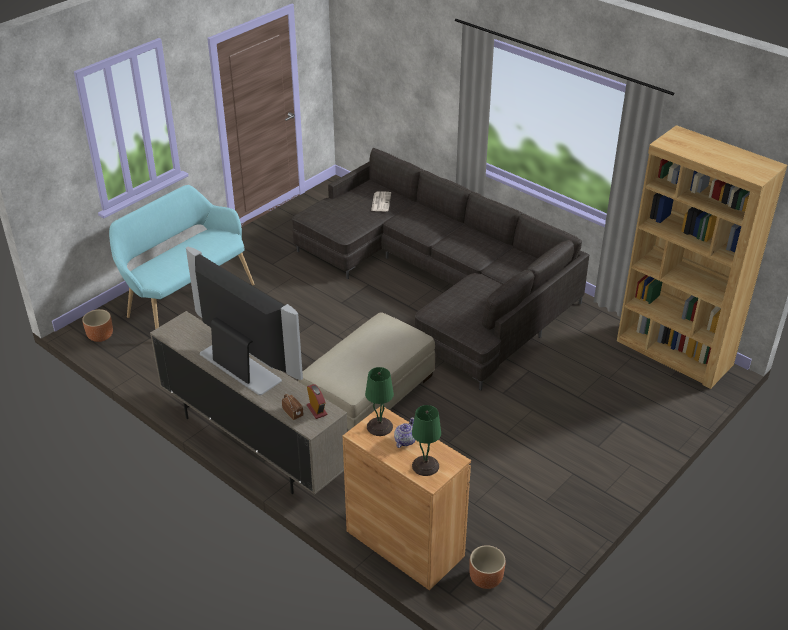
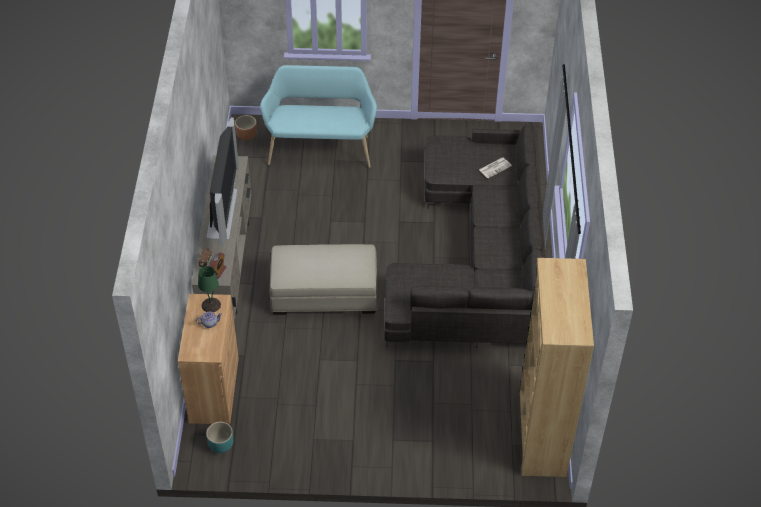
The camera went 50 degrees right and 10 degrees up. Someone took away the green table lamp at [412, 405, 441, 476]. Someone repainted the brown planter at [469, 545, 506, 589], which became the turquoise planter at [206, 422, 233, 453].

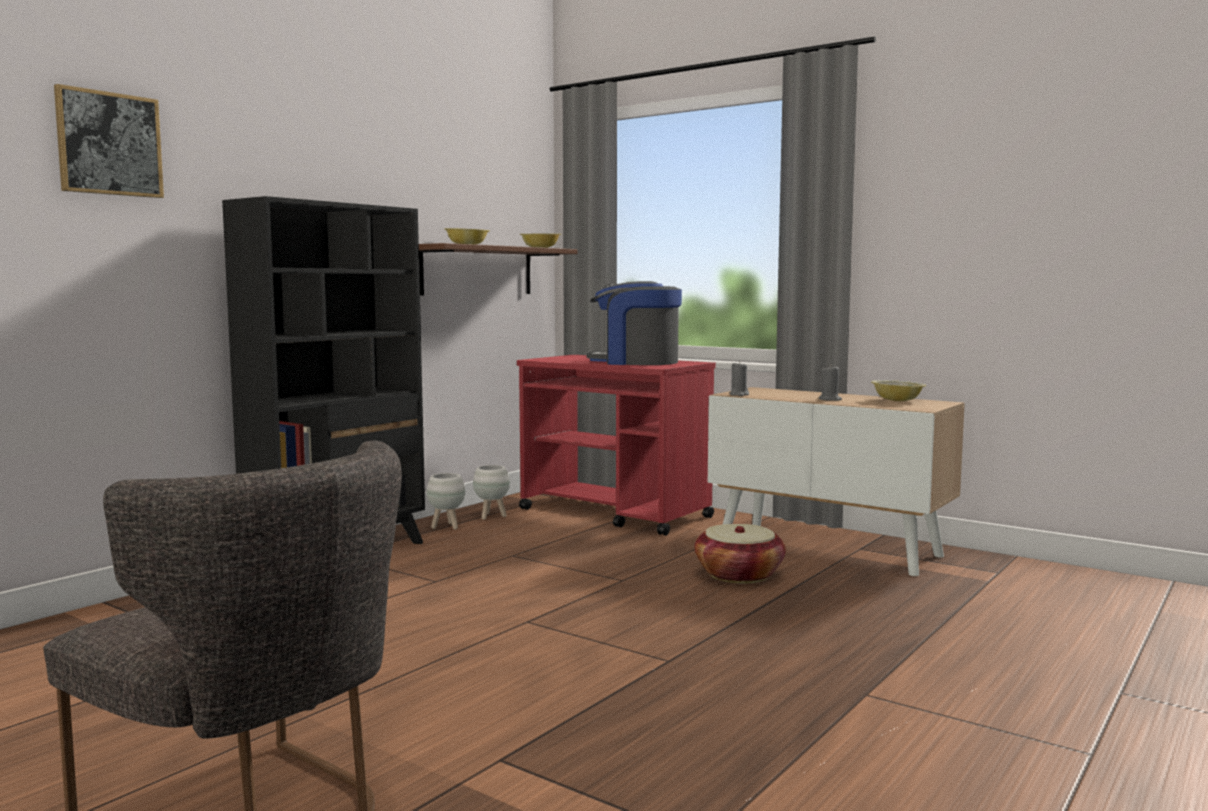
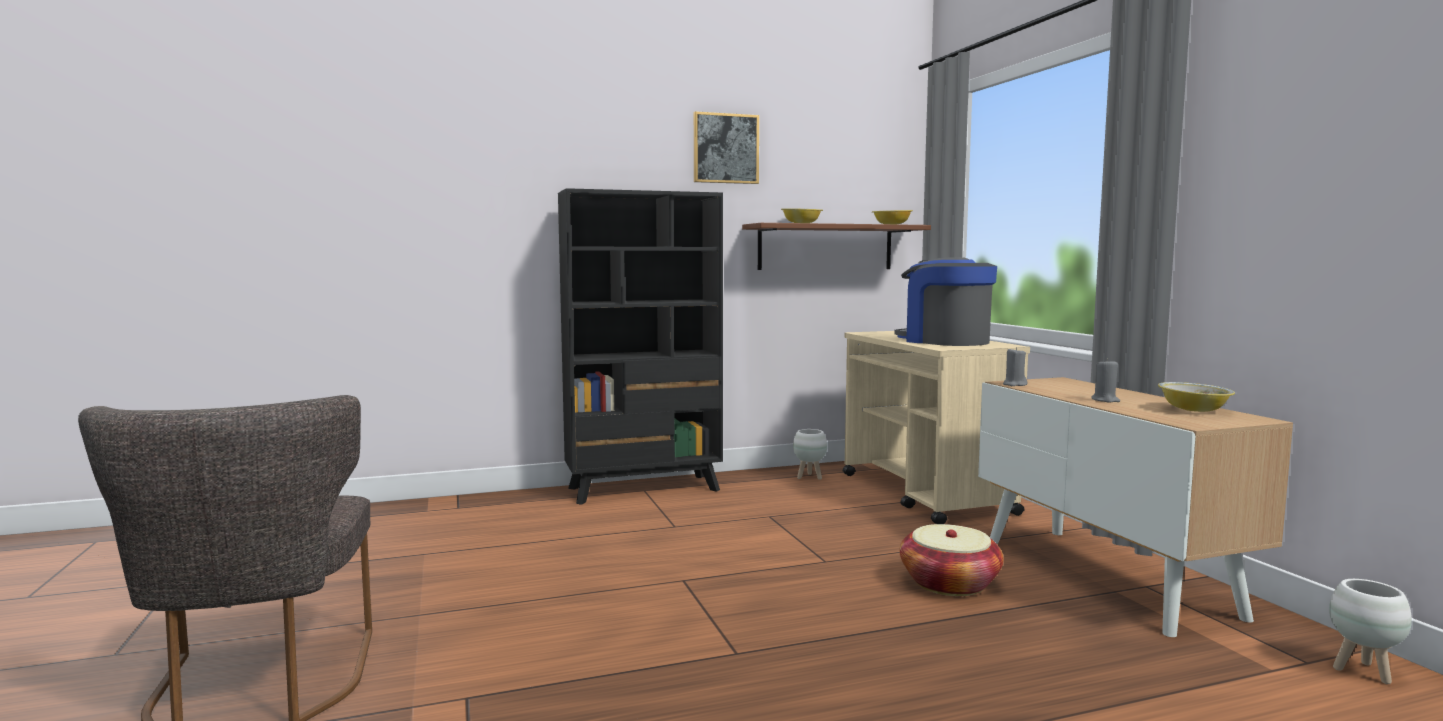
The camera went 35 degrees right and 0 degrees up. Someone carried the picture from [54, 84, 164, 198] to [694, 111, 759, 184]. Someone repainted the red cart at [517, 355, 716, 536], which became the beige cart at [843, 331, 1030, 524]. Someone carried the white planter from [427, 473, 465, 530] to [1329, 579, 1412, 684].

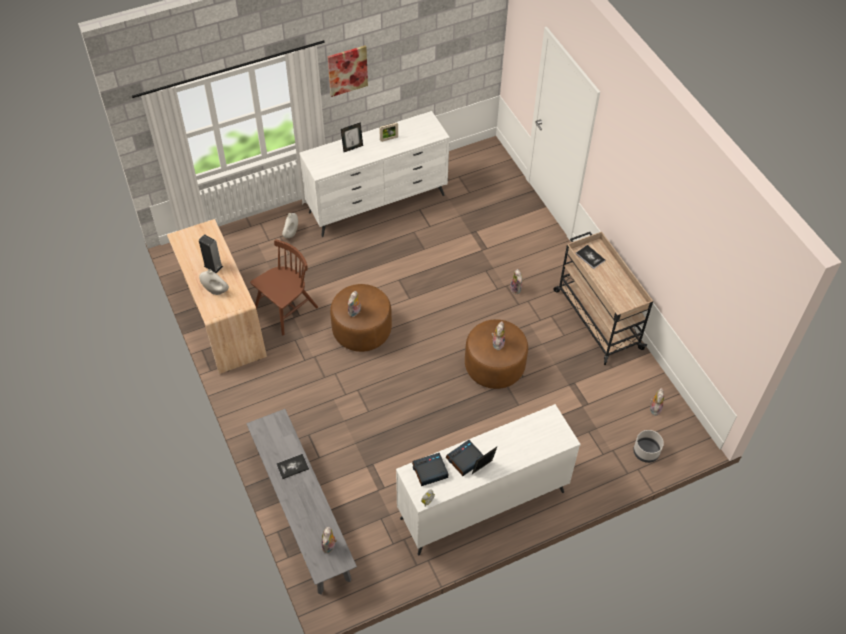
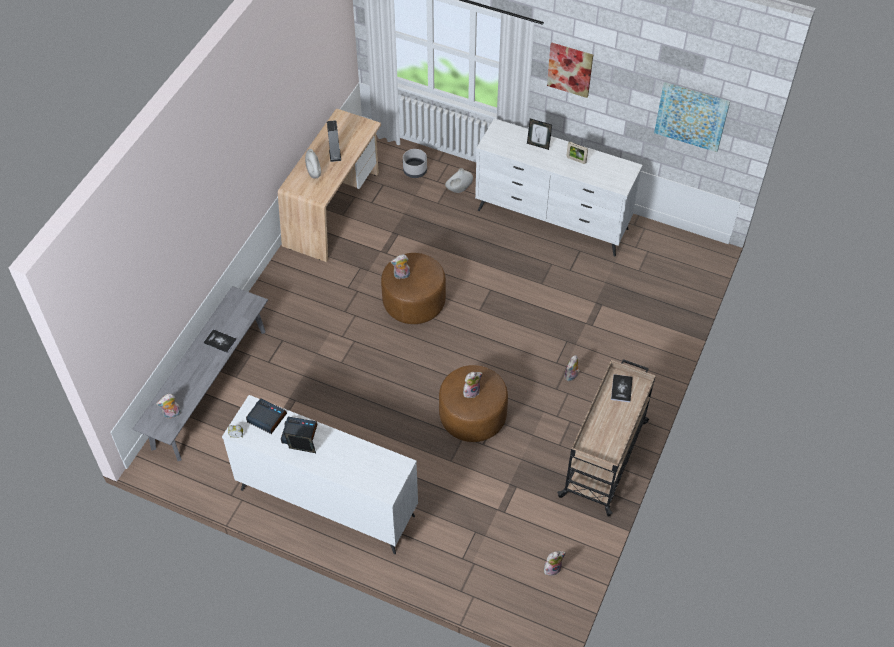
The camera went 50 degrees right and 0 degrees up. Someone took away the brown chair at [250, 239, 318, 335]. Someone carried the grey planter from [633, 430, 664, 463] to [403, 149, 427, 178]. Someone put up the picture at [654, 82, 730, 152].

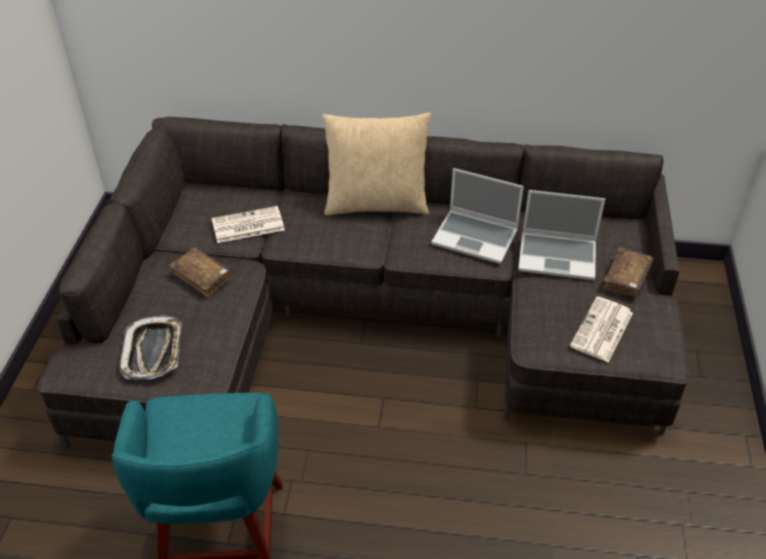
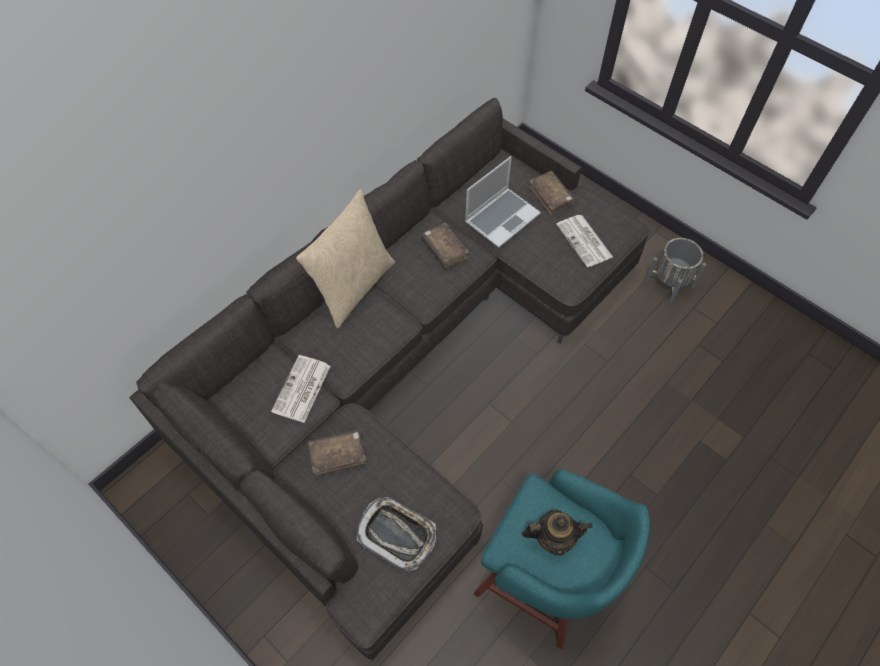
The camera went 55 degrees left and 15 degrees up. Someone swapped the laptop at [431, 168, 524, 264] for the brown book at [421, 223, 469, 268]. Someone put down the grey planter at [644, 238, 706, 305]. Someone put down the teapot at [522, 509, 593, 556].

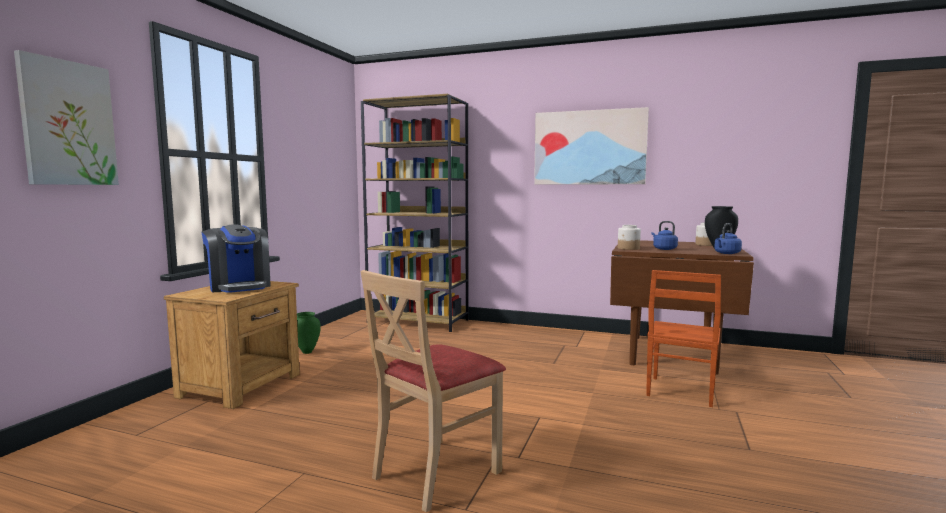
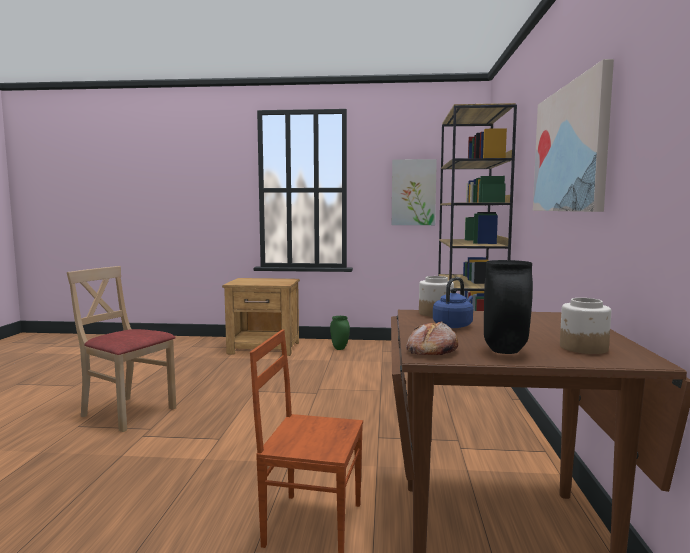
The camera went 75 degrees right and 0 degrees up. Someone carried the picture from [14, 50, 119, 185] to [392, 159, 437, 225]. Someone swapped the blue kettle at [714, 223, 742, 254] for the bread at [406, 321, 458, 355]. Someone took away the coffee machine at [201, 224, 271, 293].

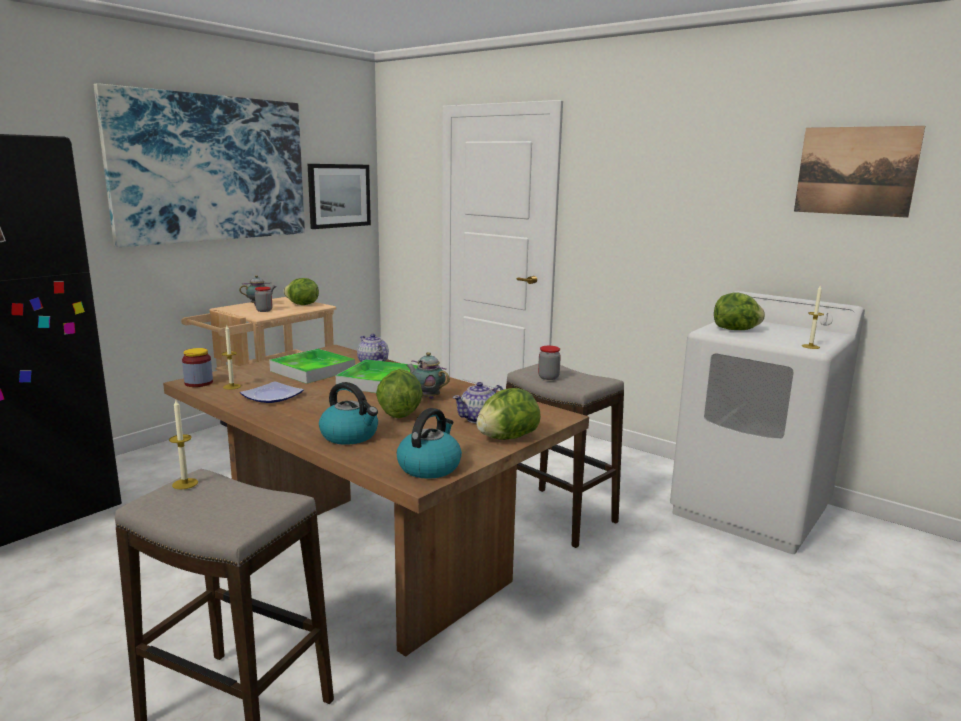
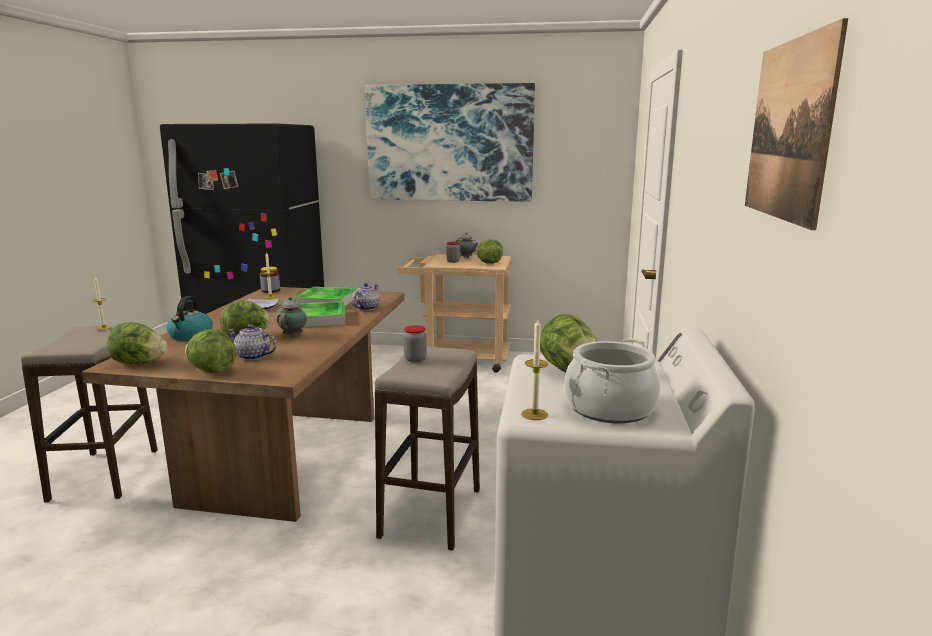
The camera went 60 degrees right and 0 degrees up. Someone took away the picture at [308, 164, 371, 229]. Someone swapped the kettle at [397, 408, 462, 479] for the lettuce at [107, 322, 167, 364]. Someone put down the cooking pot at [564, 338, 661, 423].

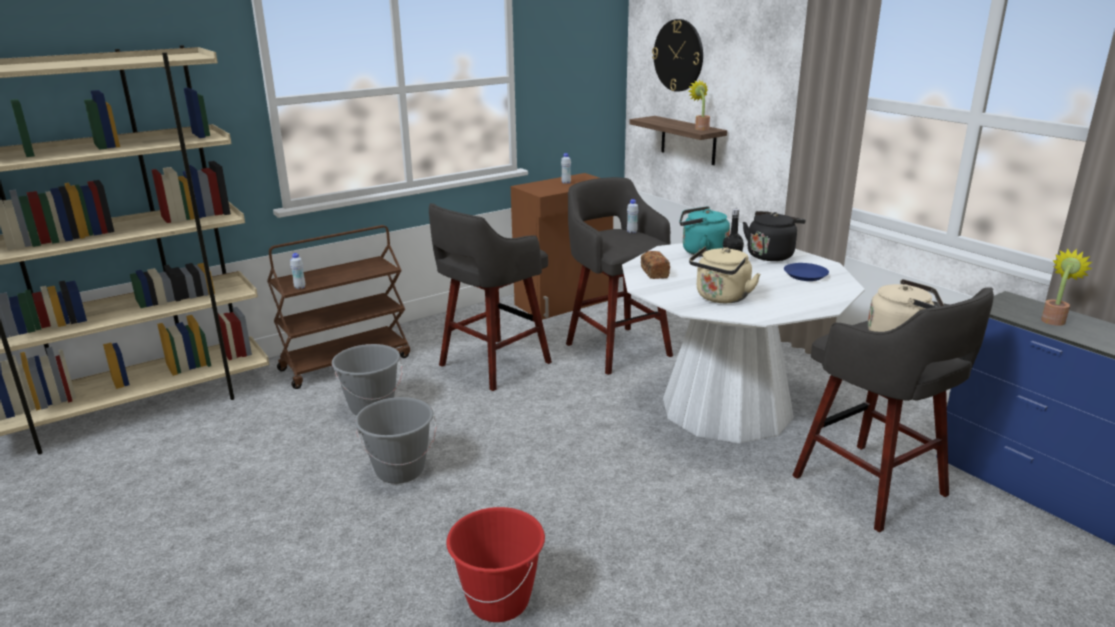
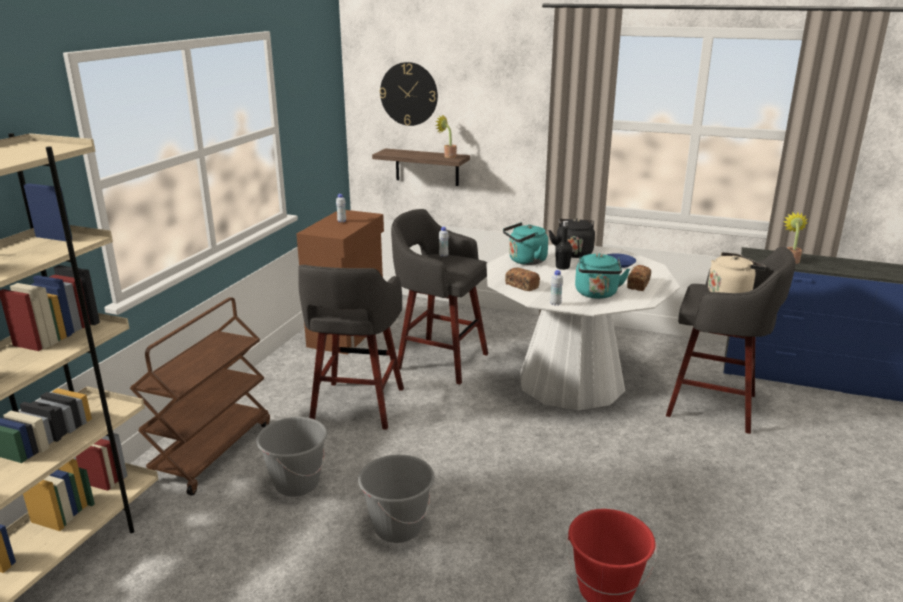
The camera went 35 degrees left and 0 degrees up. Someone repainted the beige kettle at [689, 246, 760, 303], which became the turquoise kettle at [575, 253, 630, 299]. Someone carried the white bottle from [290, 253, 305, 289] to [550, 270, 563, 306]. Someone put down the bread at [627, 265, 651, 291].

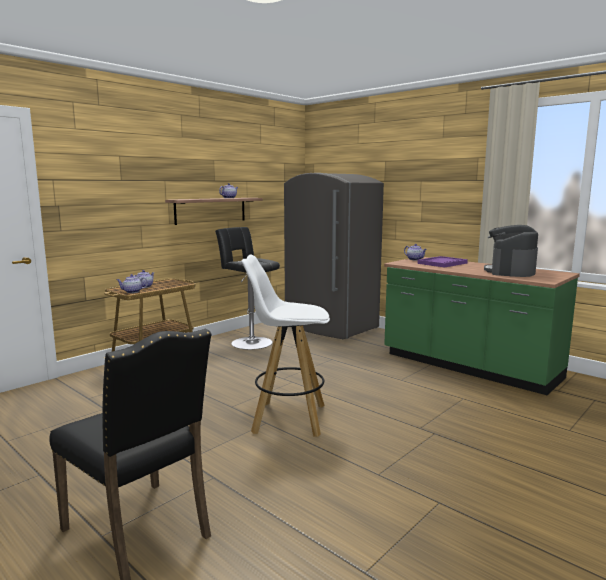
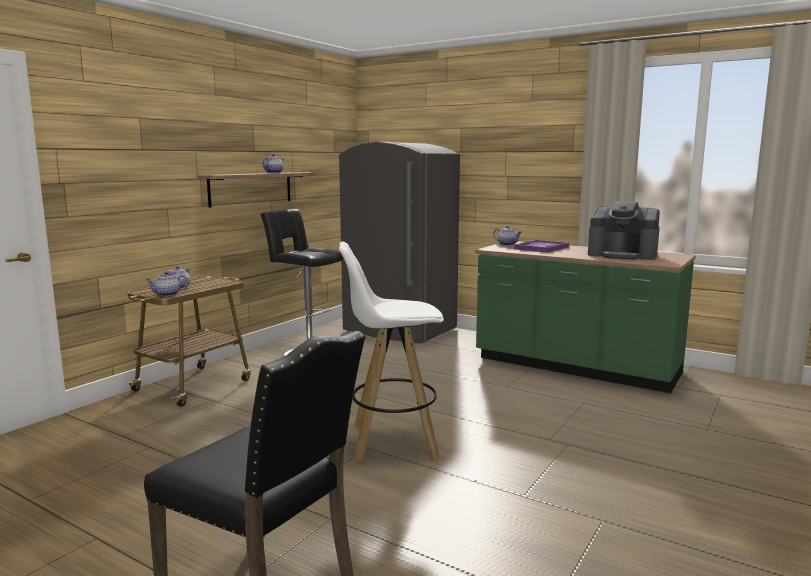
The camera went 10 degrees left and 0 degrees up. Someone rotated the coffee machine at [484, 225, 538, 277] by 75 degrees counterclockwise.

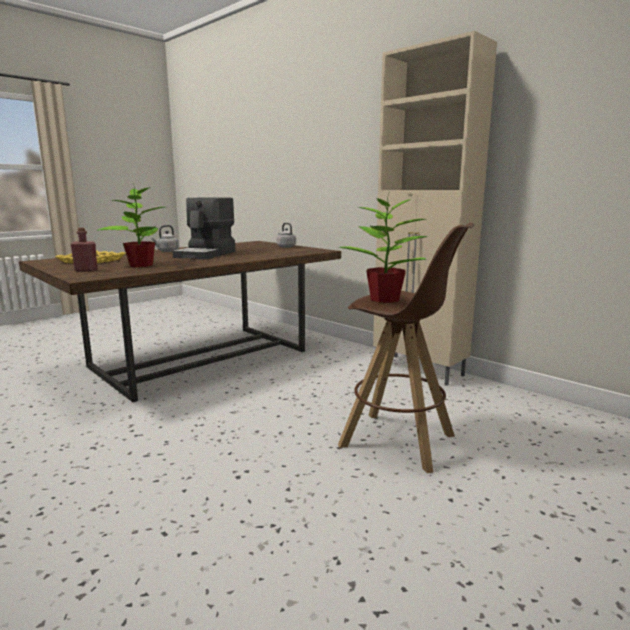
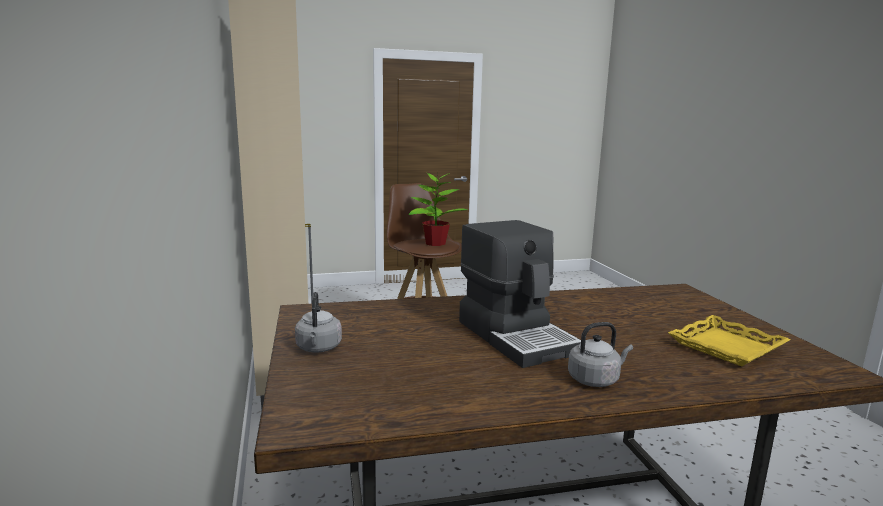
The camera went 150 degrees left and 0 degrees up. Someone took away the potted plant at [96, 183, 164, 267]. Someone rotated the coffee machine at [172, 197, 235, 259] by 105 degrees clockwise. Someone took away the red bottle at [70, 227, 98, 272].

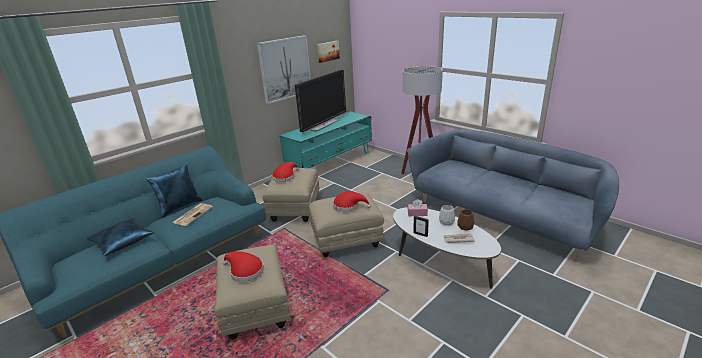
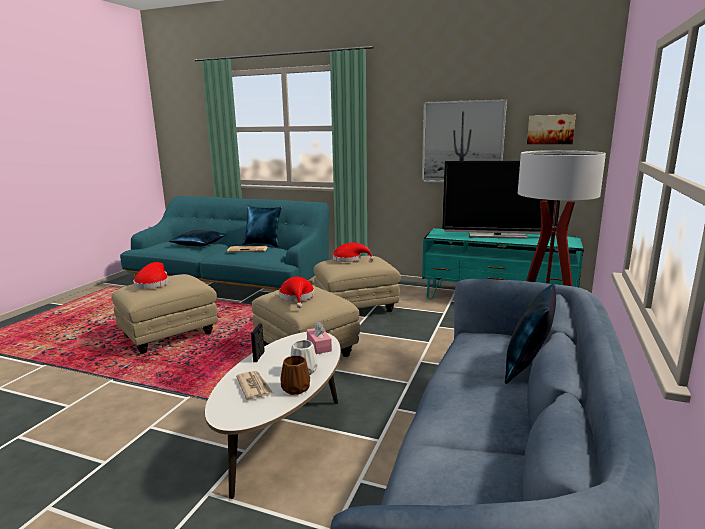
The camera went 65 degrees right and 10 degrees down. Someone put down the blue pillow at [505, 284, 556, 384].

